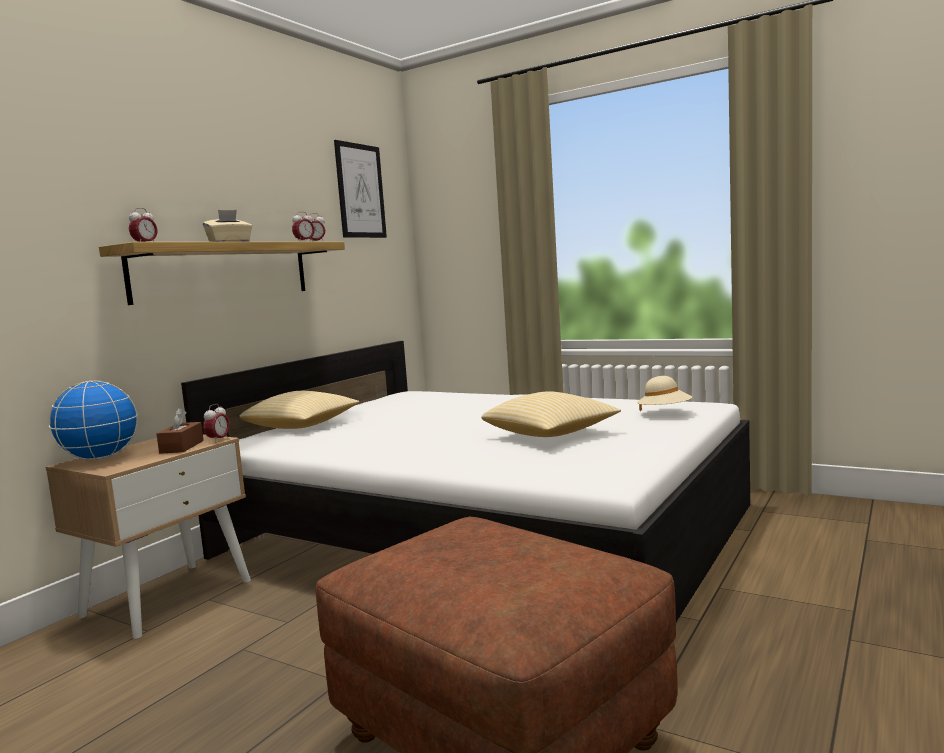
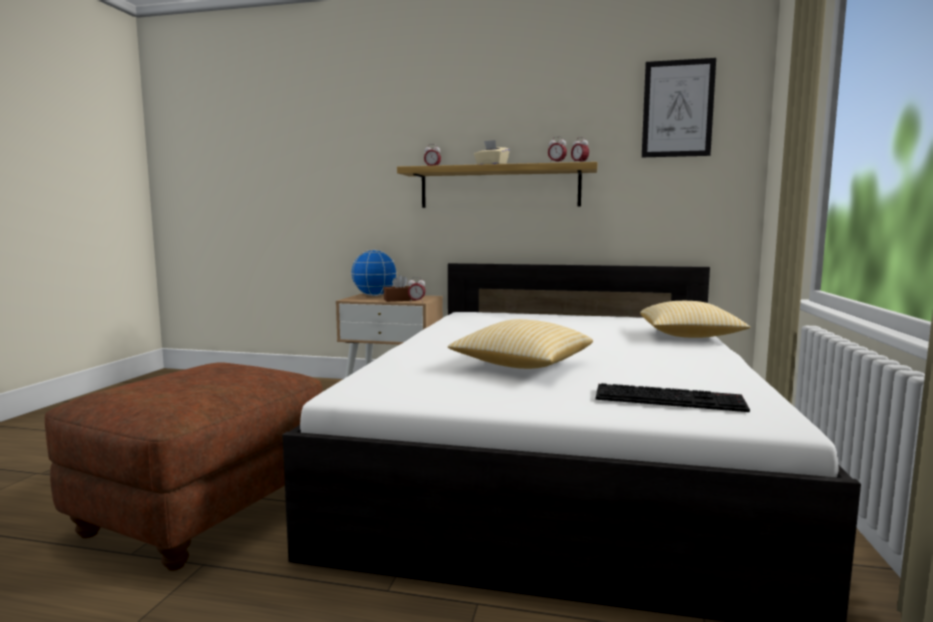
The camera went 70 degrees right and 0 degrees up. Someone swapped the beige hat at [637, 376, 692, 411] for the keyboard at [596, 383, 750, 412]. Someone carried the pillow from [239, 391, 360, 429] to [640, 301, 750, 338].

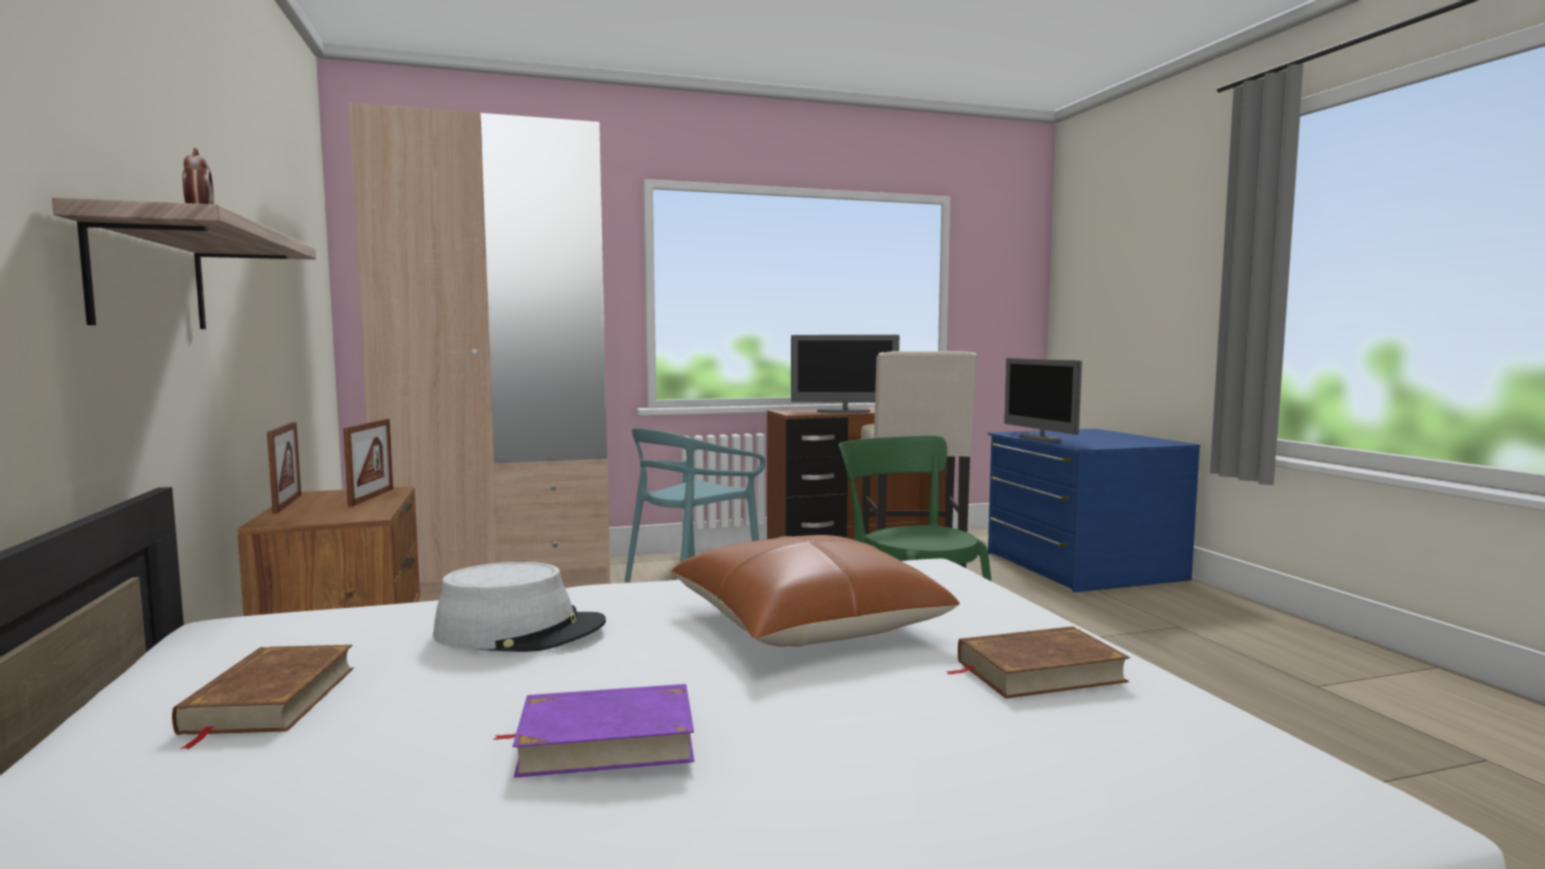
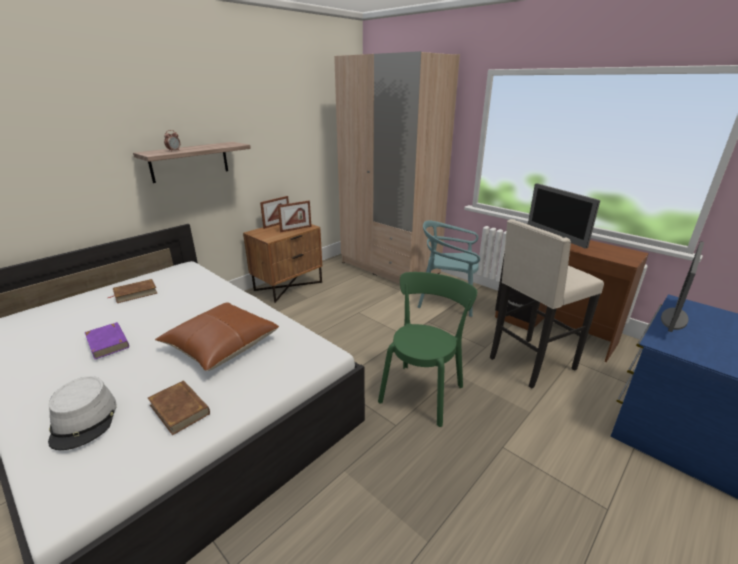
The camera went 60 degrees right and 20 degrees up. Someone carried the grey hat from [433, 562, 606, 652] to [48, 376, 117, 450].

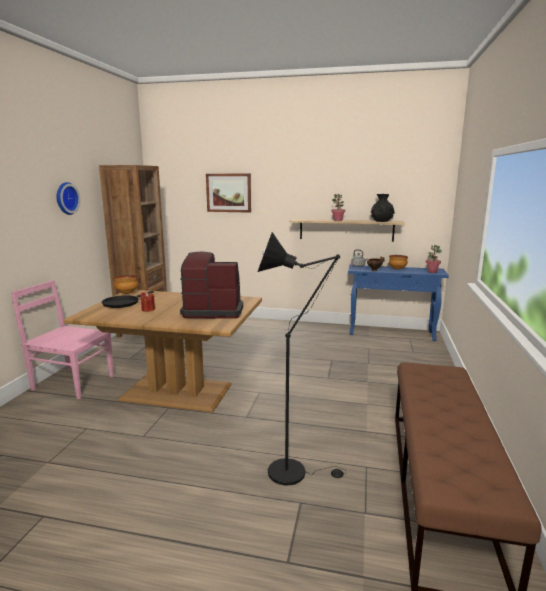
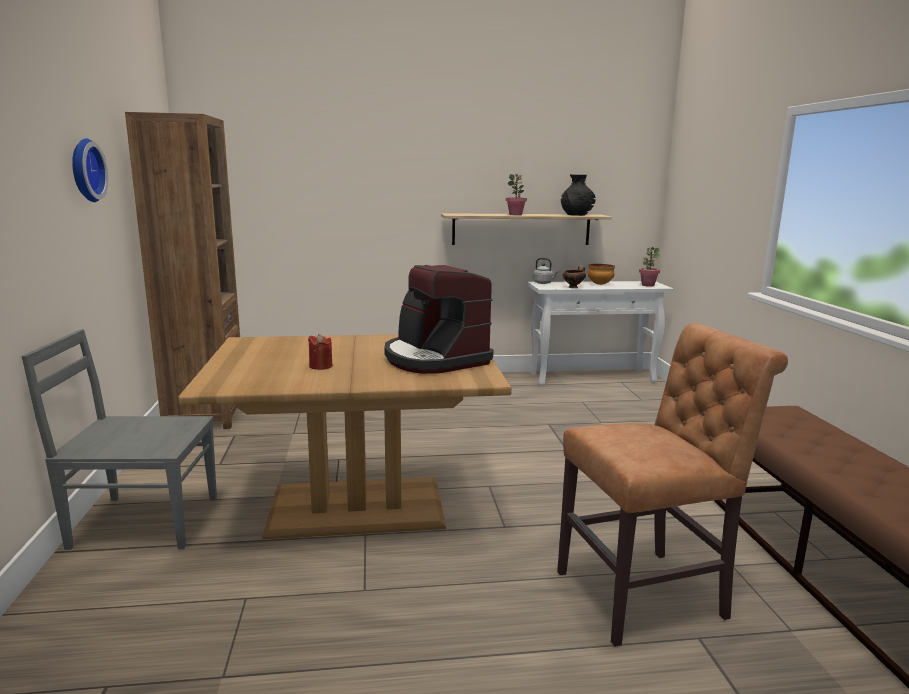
The camera went 20 degrees left and 0 degrees up. Someone took away the picture at [206, 174, 251, 213]. Someone swapped the black floor lamp at [258, 232, 345, 486] for the brown chair at [557, 323, 788, 647]. Someone rotated the coffee machine at [180, 252, 243, 319] by 105 degrees counterclockwise. Someone repainted the blue console table at [348, 265, 449, 341], which became the white console table at [528, 281, 674, 386]. Someone took away the bowl at [114, 275, 138, 294]. Someone repainted the pink chair at [11, 280, 114, 399], which became the grey chair at [21, 329, 217, 550]. Someone took away the black frying pan at [102, 291, 154, 308].

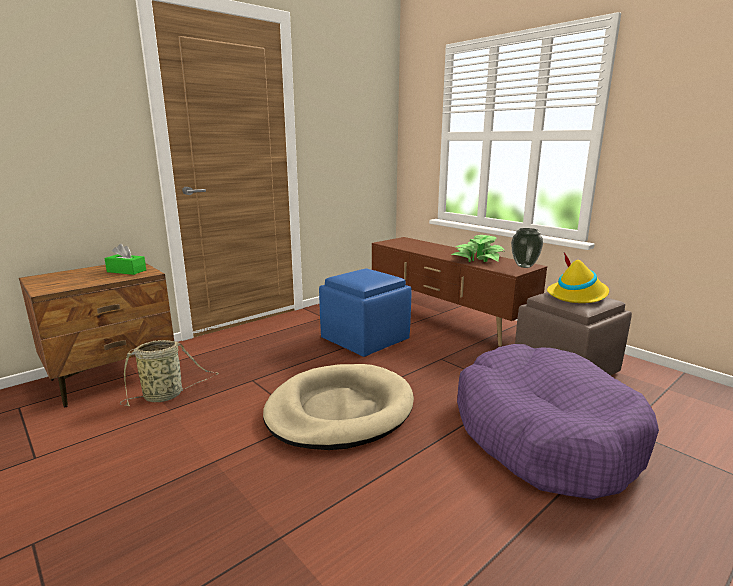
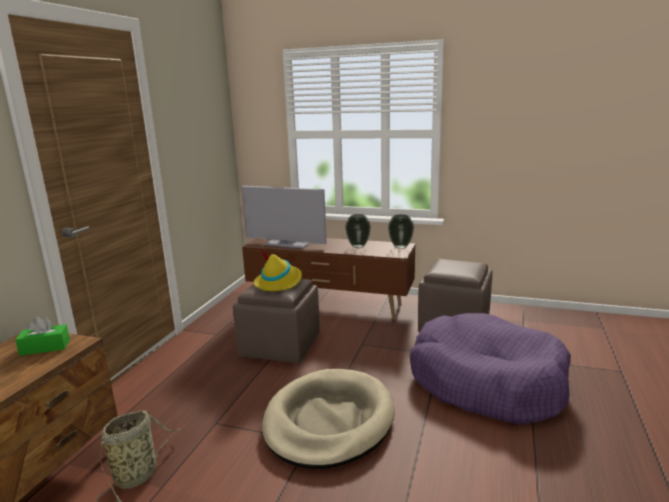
The camera went 30 degrees left and 0 degrees up. Someone swapped the potted plant at [451, 235, 504, 262] for the vase at [345, 214, 371, 248]. Someone carried the yellow hat from [547, 252, 609, 303] to [254, 249, 302, 292]. Someone repainted the blue ottoman at [319, 268, 412, 357], which became the brown ottoman at [233, 279, 320, 364]. Someone put down the television at [241, 186, 327, 248].

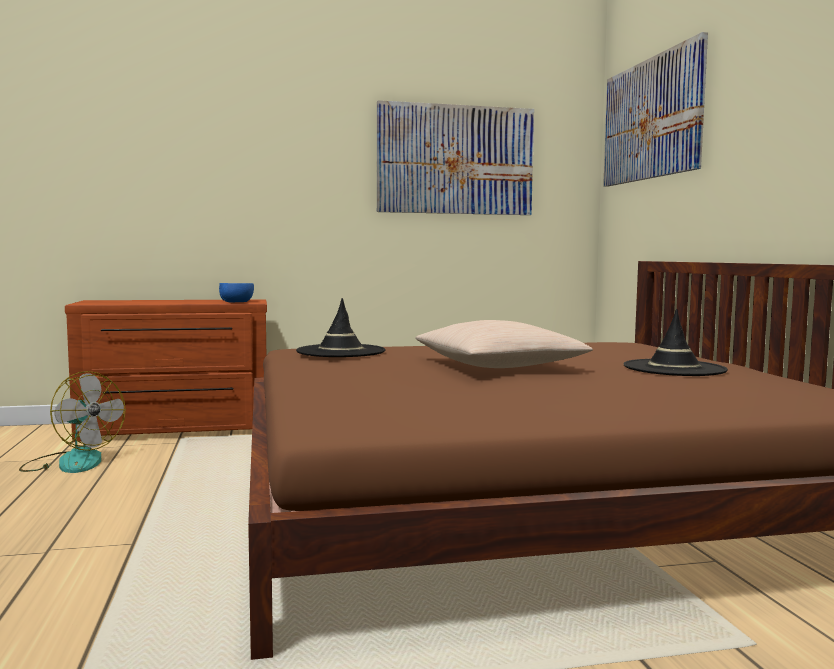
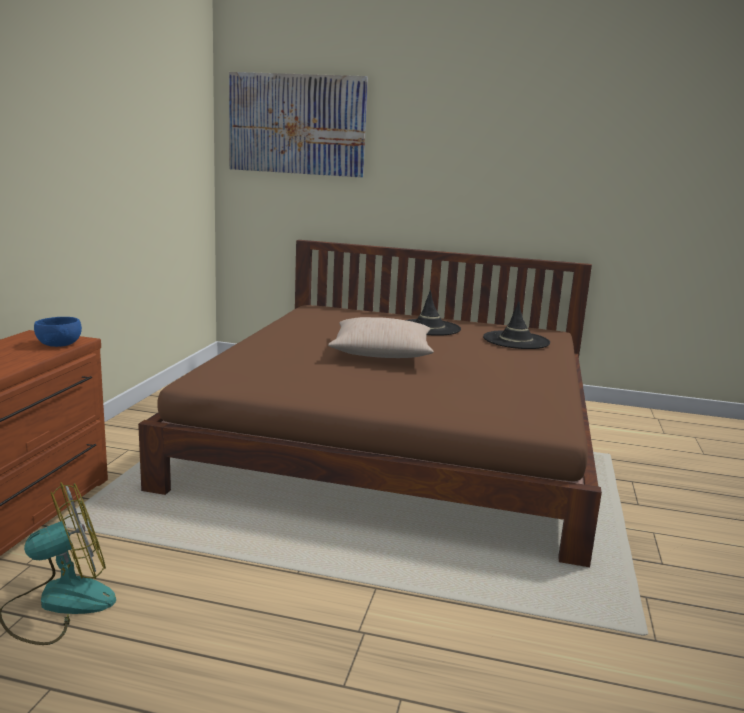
The camera went 65 degrees left and 10 degrees up. Someone took away the picture at [377, 100, 534, 215]. Someone carried the black hat from [296, 298, 385, 357] to [483, 301, 550, 349].

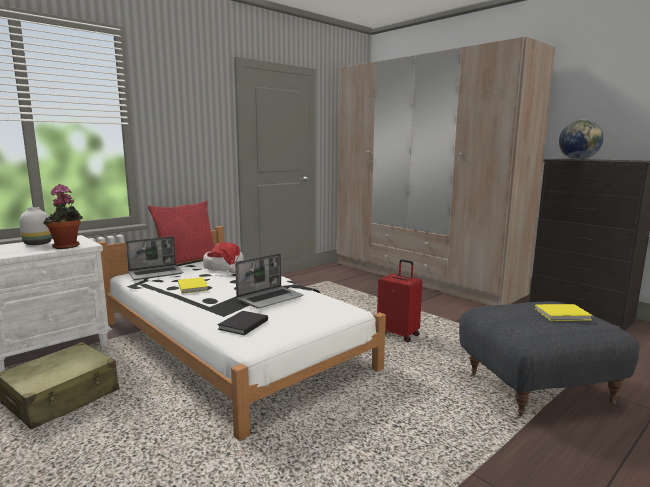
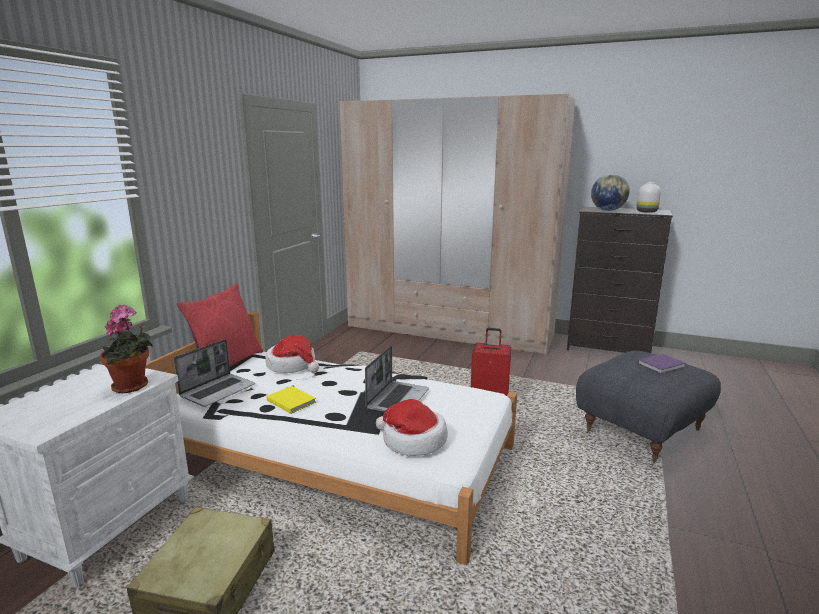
The camera went 25 degrees left and 5 degrees up. Someone carried the white vase from [19, 207, 52, 245] to [636, 182, 661, 213]. Someone repainted the yellow book at [535, 304, 593, 321], which became the purple book at [638, 354, 686, 374]. Someone swapped the black book at [218, 311, 268, 335] for the hat at [376, 399, 448, 456].

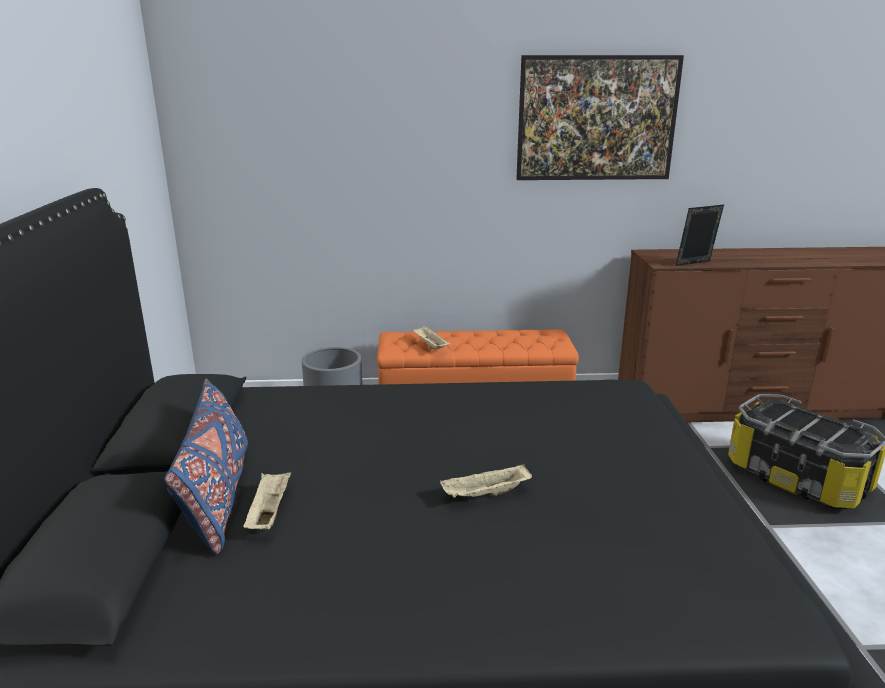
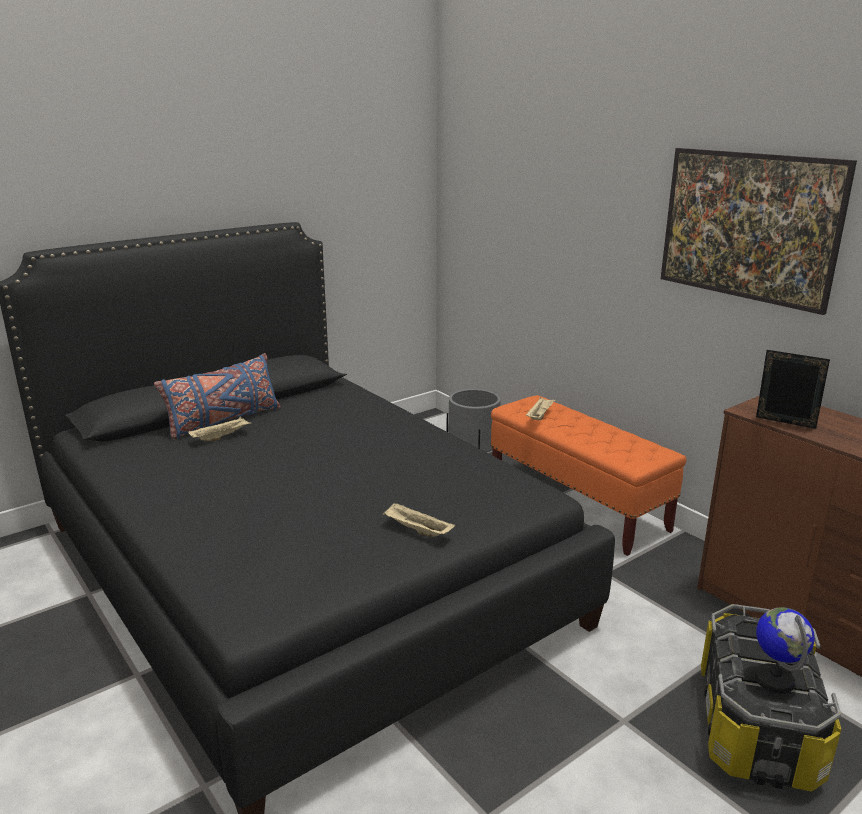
The camera went 55 degrees right and 0 degrees up. Someone carried the beige tray from [440, 464, 532, 498] to [383, 502, 455, 537]. Someone put down the globe at [755, 607, 815, 694].

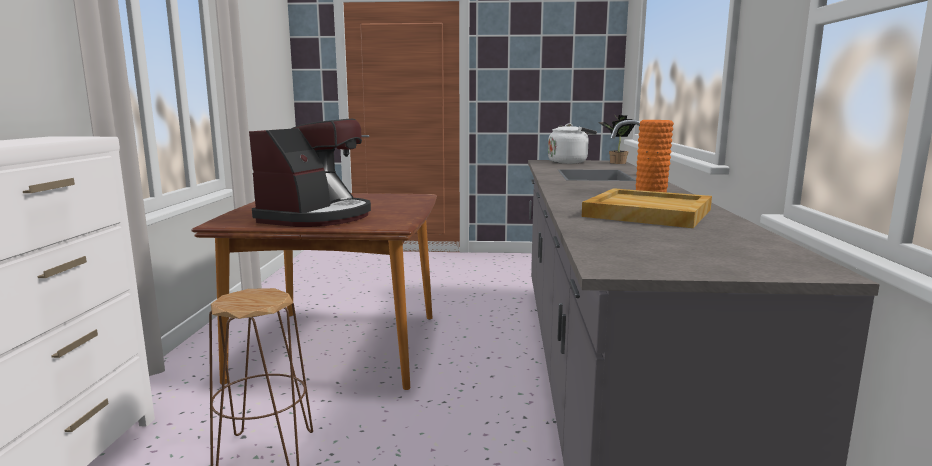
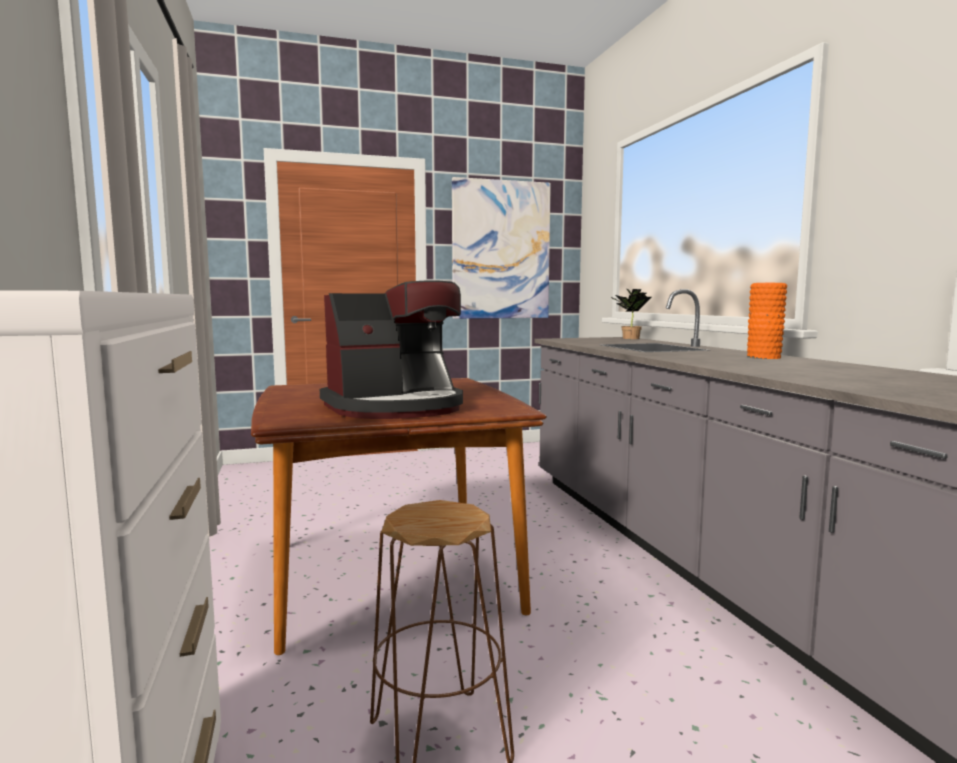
The camera went 20 degrees left and 5 degrees down. Someone rotated the coffee machine at [249, 119, 371, 227] by 60 degrees clockwise. Someone took away the white kettle at [548, 123, 597, 164]. Someone took away the beige tray at [582, 188, 712, 228]. Someone put up the picture at [452, 177, 551, 319].

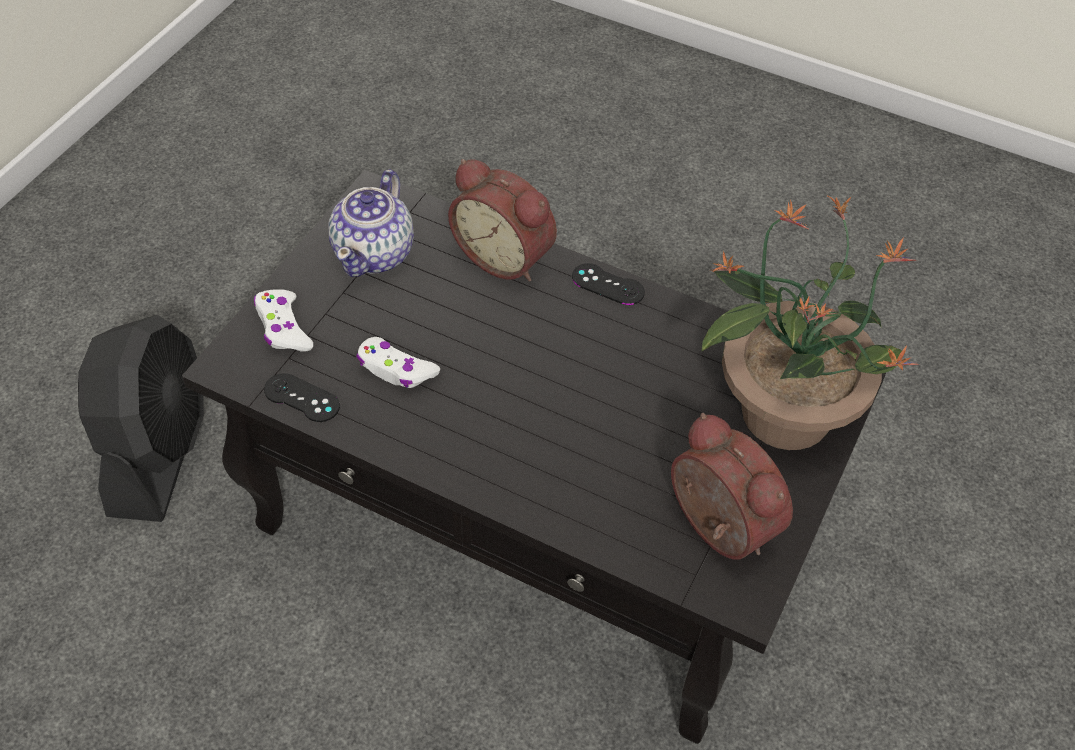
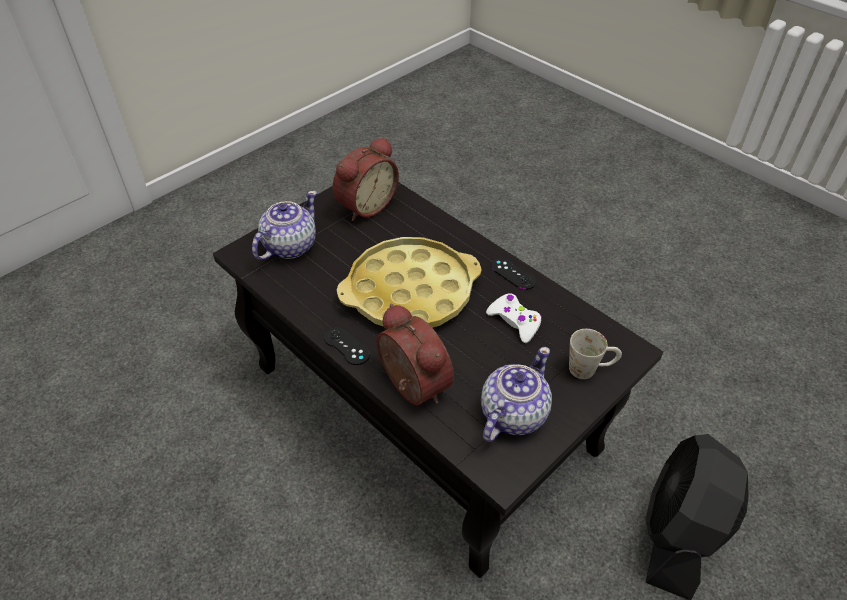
The camera went 160 degrees left and 5 degrees down. Someone swapped the potted plant at [701, 195, 919, 450] for the teapot at [252, 191, 317, 260]. Someone swapped the white game controller at [254, 289, 313, 352] for the white mug at [569, 329, 622, 379]. Someone carried the black game controller from [264, 373, 340, 422] to [491, 257, 536, 290]. Someone rotated the alarm clock at [671, 413, 793, 560] by 120 degrees counterclockwise. Someone put down the yellow tray at [337, 237, 482, 328].

